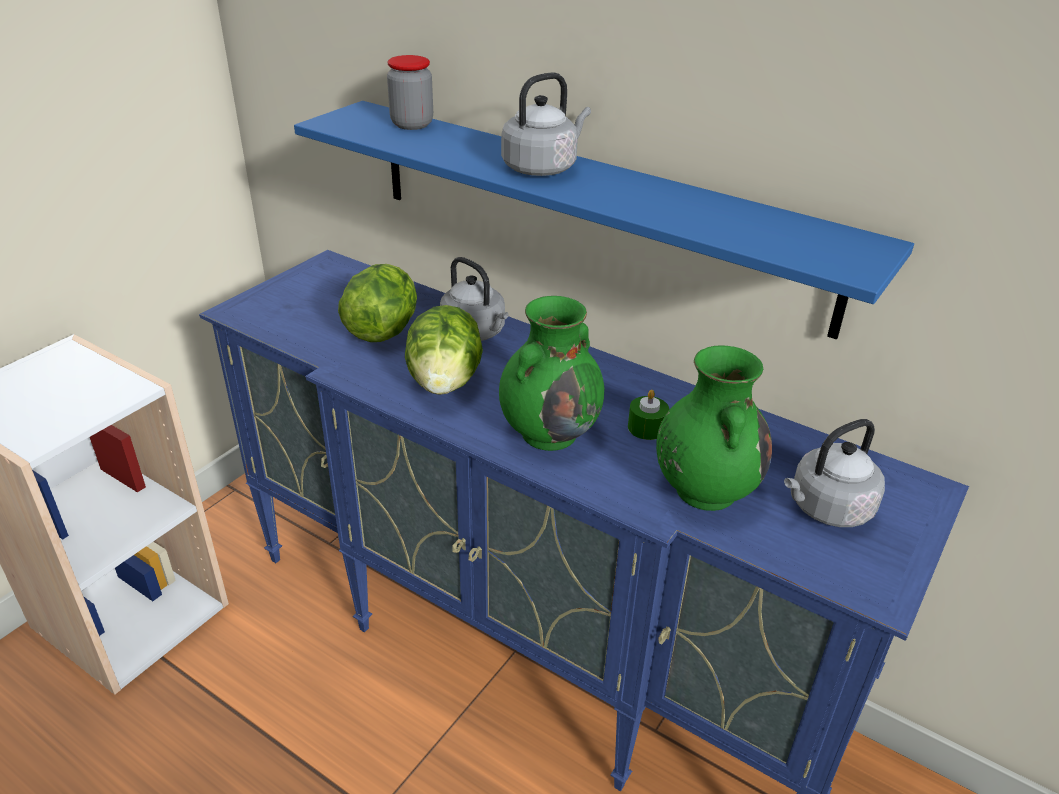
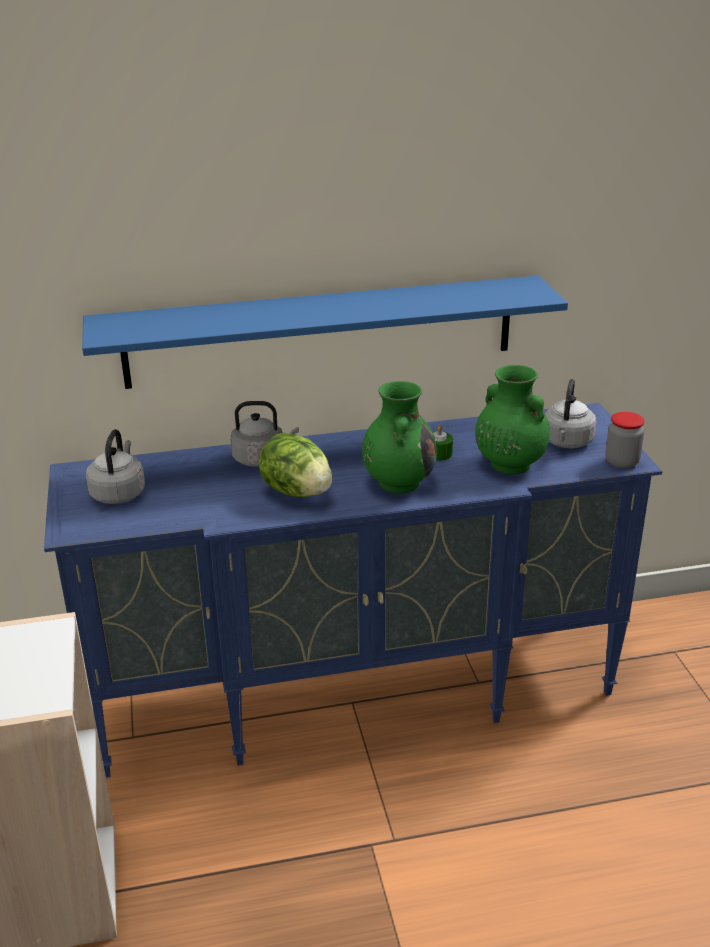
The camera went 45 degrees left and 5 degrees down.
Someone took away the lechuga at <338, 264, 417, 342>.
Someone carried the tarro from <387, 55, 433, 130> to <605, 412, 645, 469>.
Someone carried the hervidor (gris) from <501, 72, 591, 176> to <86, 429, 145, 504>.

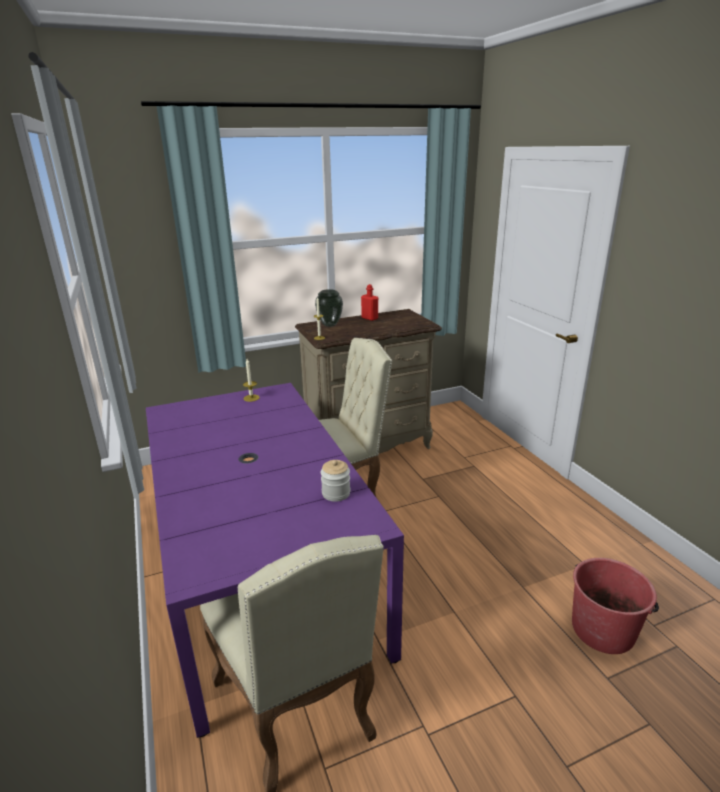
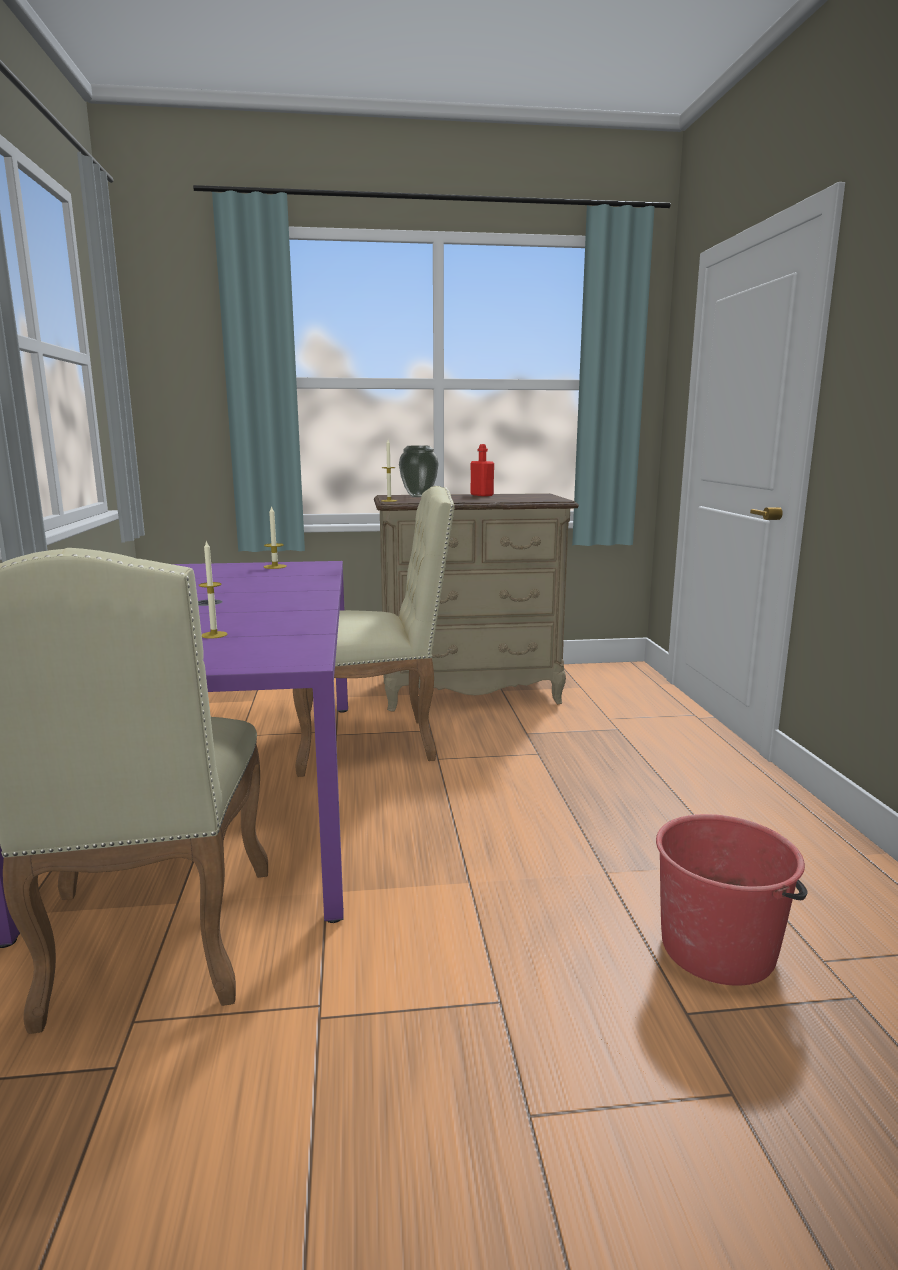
The camera went 15 degrees right and 10 degrees down.
Someone took away the tarro at <321, 460, 351, 502>.
Someone put down the vela at <199, 540, 228, 639>.

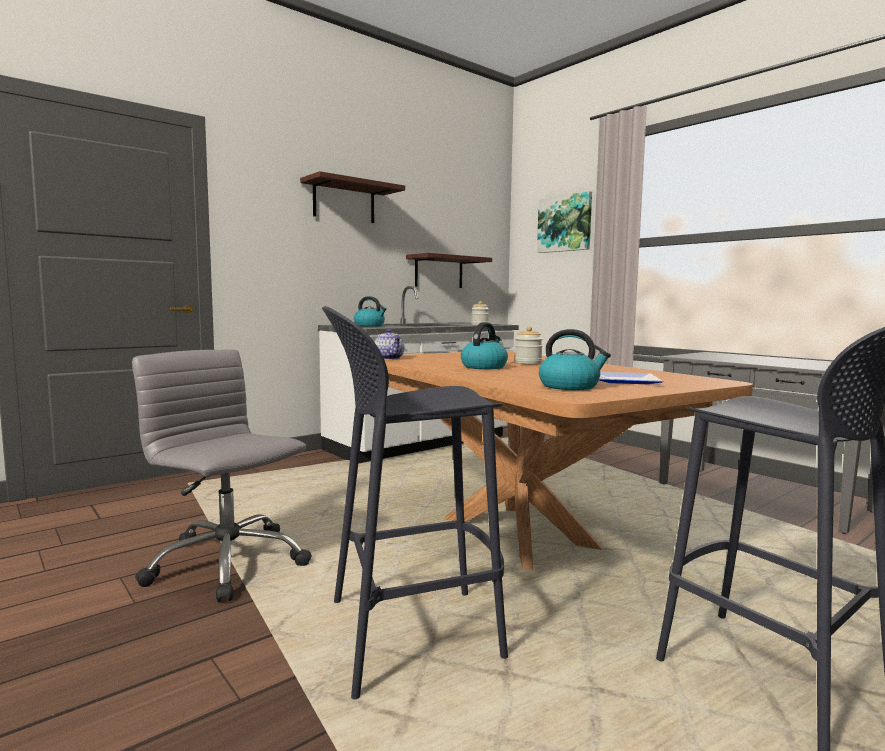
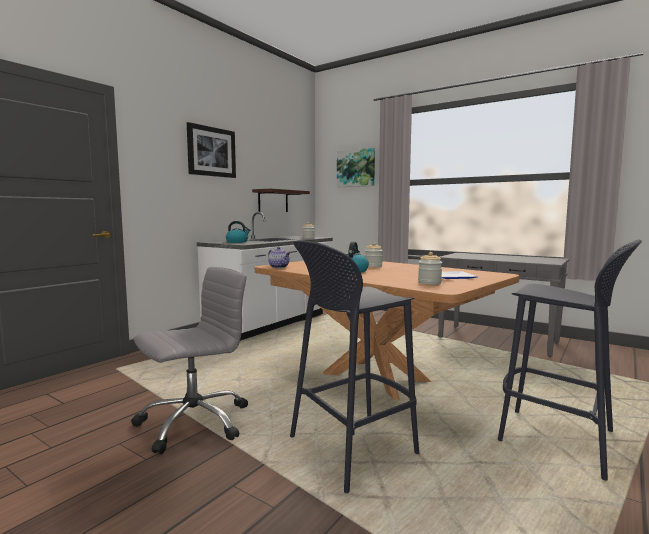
The camera went 15 degrees left and 0 degrees up.
Someone swapped the estante at <300, 171, 405, 223> for the cuadro at <187, 122, 236, 178>.
Someone swapped the hervidor at <539, 329, 611, 390> for the tarro at <418, 252, 442, 285>.
Someone rotated the silla de oficina (gris) at <132, 349, 312, 602> by 120 degrees clockwise.

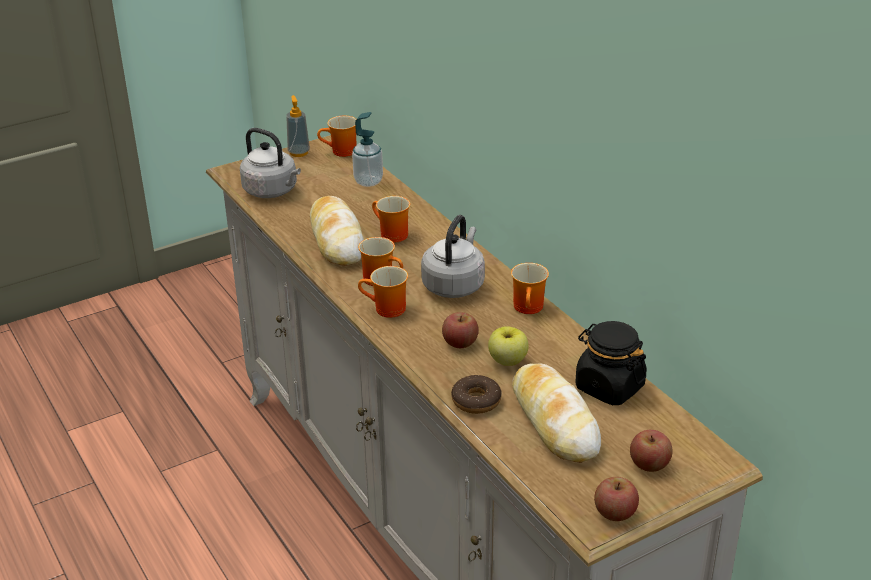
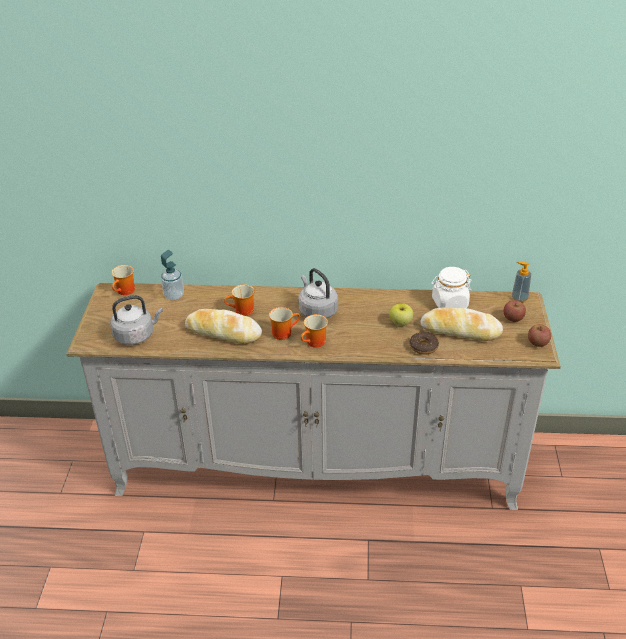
The camera went 55 degrees left and 5 degrees up.
Someone took away the manzana at <442, 312, 479, 348>.
Someone took away the taza grande at <511, 263, 549, 314>.
Someone carried the dispensador de jabón from <286, 95, 310, 157> to <512, 261, 531, 303>.
Someone repainted the tarro (negro) at <575, 321, 647, 405>, which became the tarro (blanco) at <431, 267, 471, 308>.

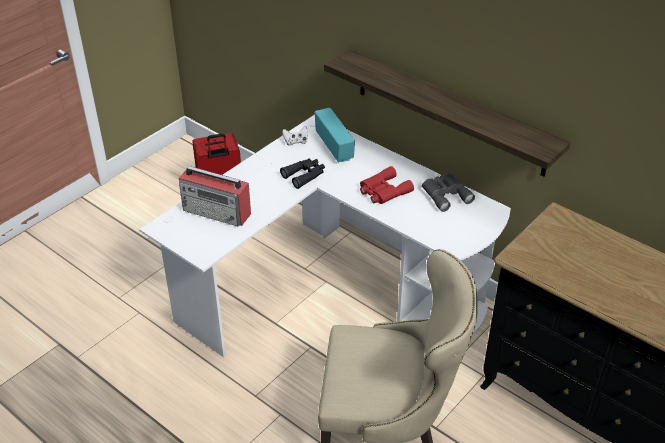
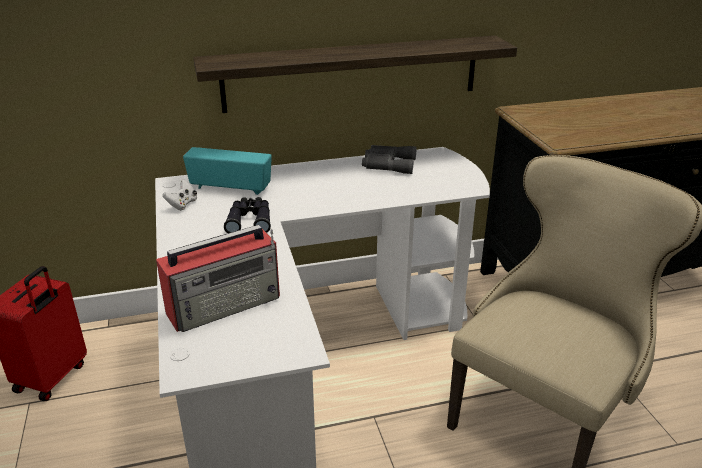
The camera went 55 degrees left and 10 degrees down.
Someone took away the prismáticos (rojo) at <360, 166, 414, 204>.

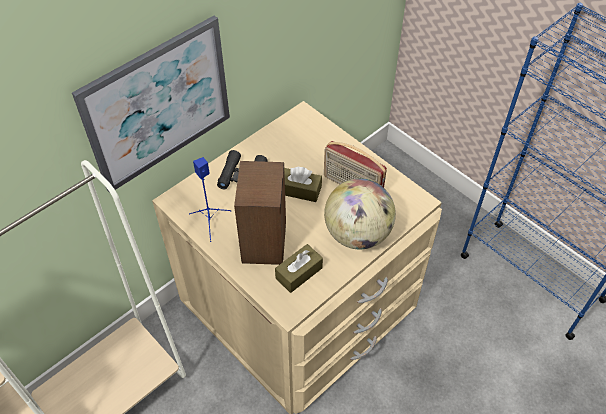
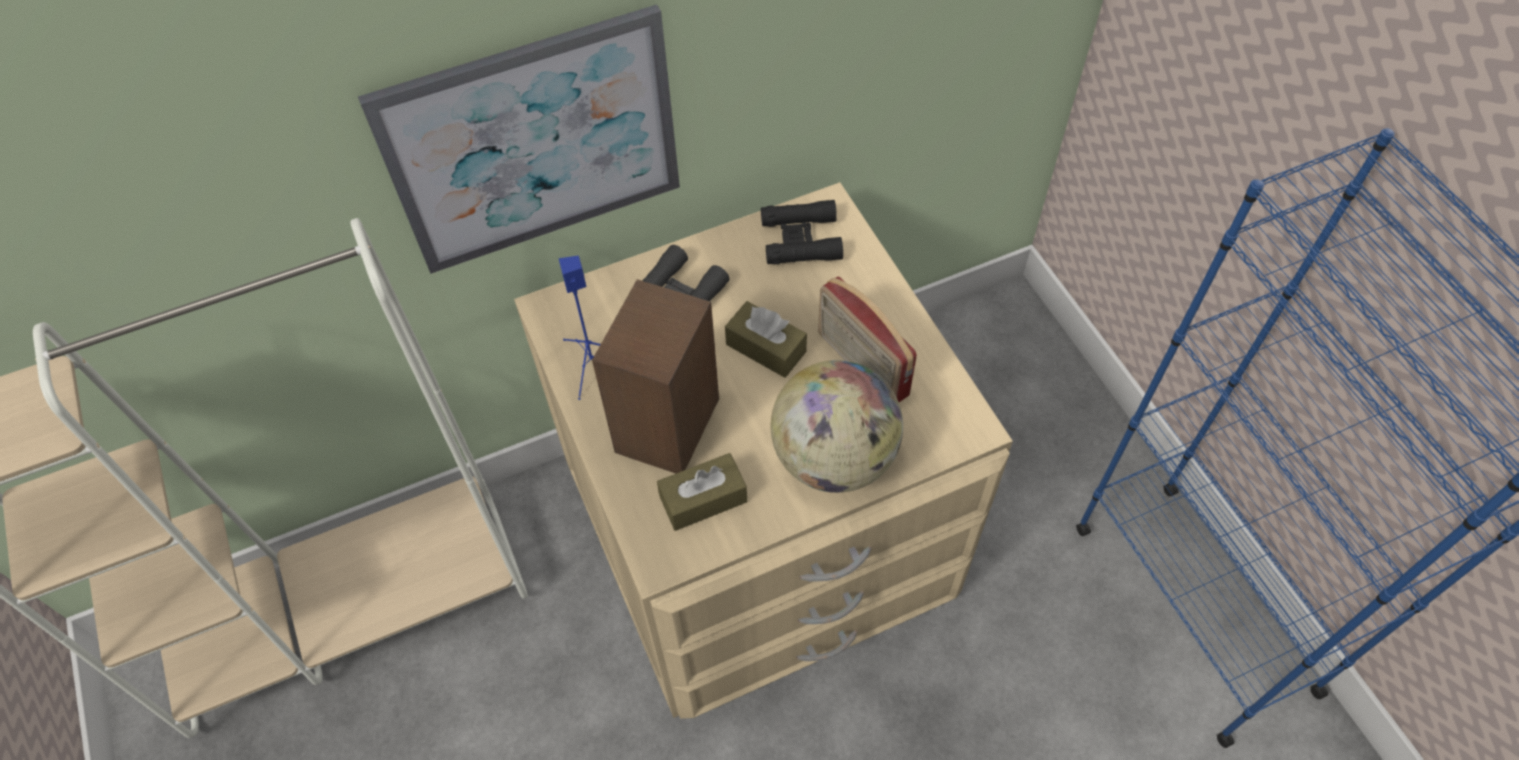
The camera went 20 degrees right and 5 degrees up.
Someone put down the prismáticos (negro) at <761, 200, 843, 264>.

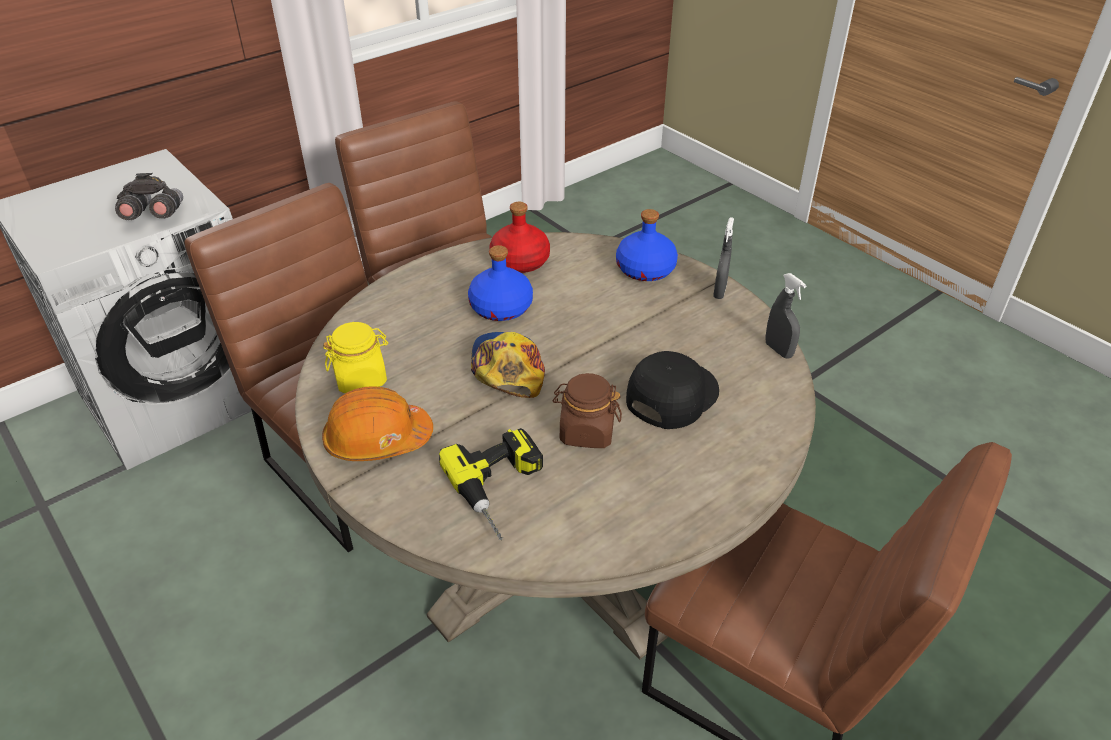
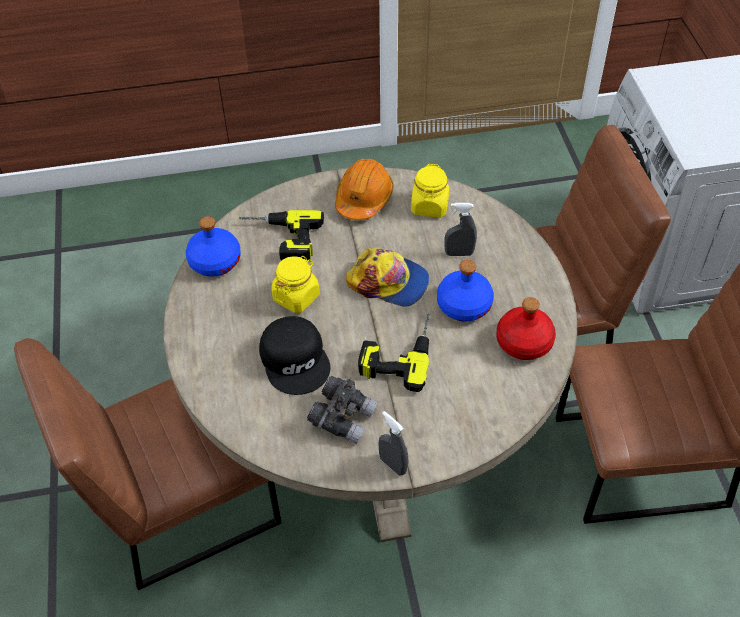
The camera went 120 degrees right and 10 degrees up.
Someone put down the taladro at <358, 314, 430, 392>.
Someone carried the prismáticos (gris) from <115, 173, 183, 220> to <307, 376, 378, 444>.
Someone carried the botella (azul) from <616, 209, 678, 281> to <186, 216, 241, 277>.
Someone carried the pulverizador (gris) from <765, 273, 807, 358> to <445, 203, 477, 256>.
Someone repainted the tarro (marrón) at <552, 373, 622, 448>, which became the tarro (amarillo) at <272, 256, 319, 313>.

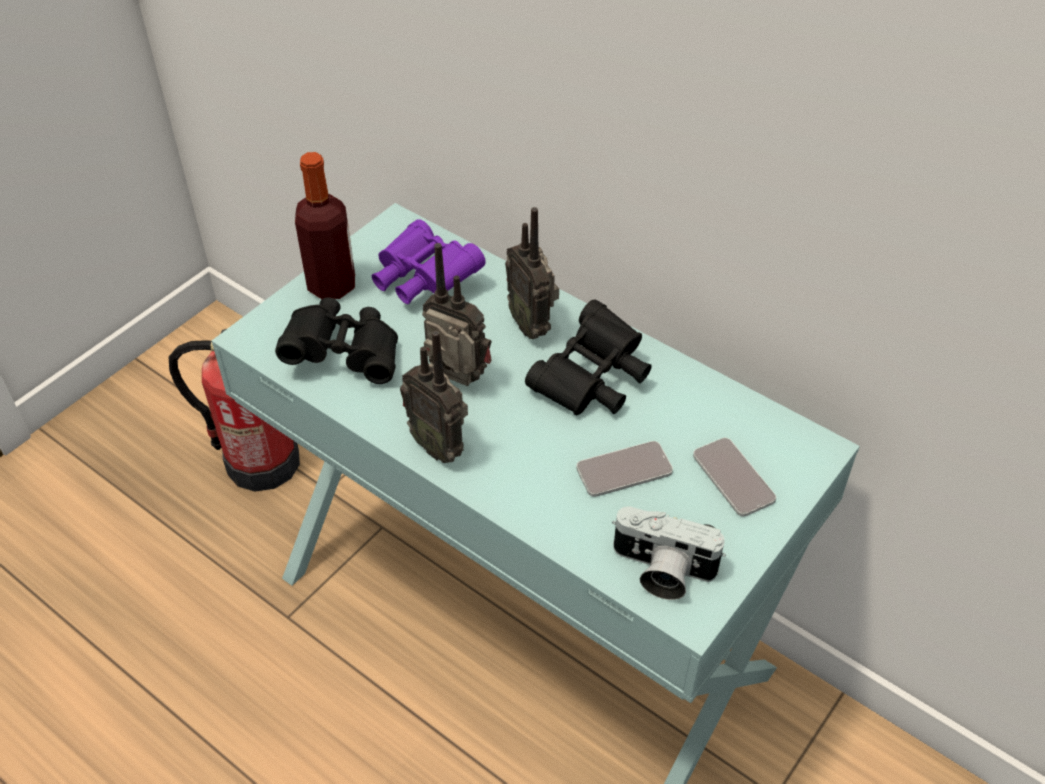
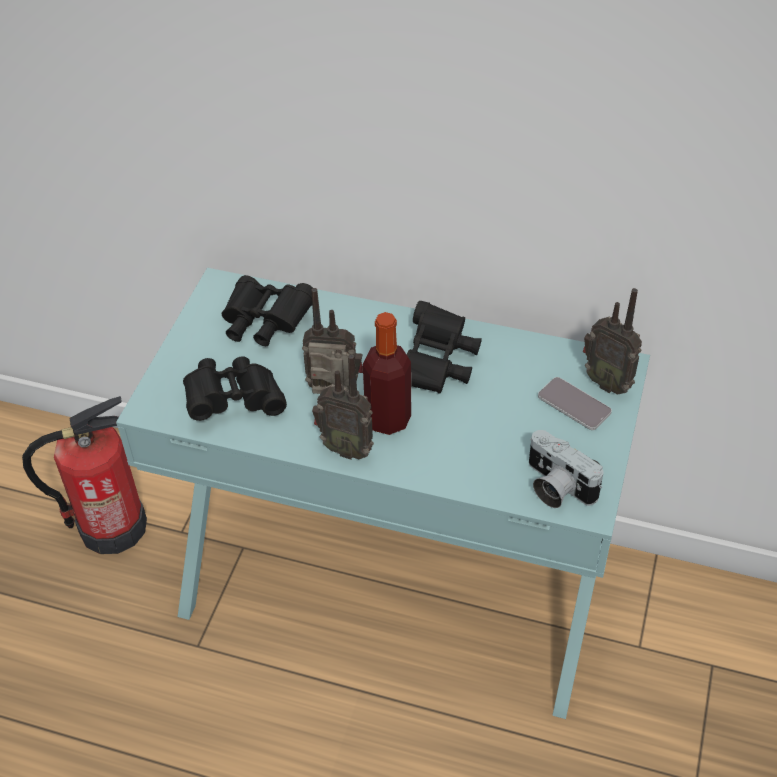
The camera went 20 degrees left and 0 degrees up.
Someone took away the móvil at <576, 441, 673, 497>.
Someone carried the botella from <295, 152, 355, 299> to <363, 312, 411, 435>.
Someone carried the radio from <505, 207, 559, 339> to <583, 288, 642, 394>.
Someone repainted the prismáticos (morado) at <372, 219, 486, 304>, which became the prismáticos (negro) at <222, 275, 313, 346>.
Someone rotated the cámara at <612, 506, 726, 600> by 45 degrees clockwise.

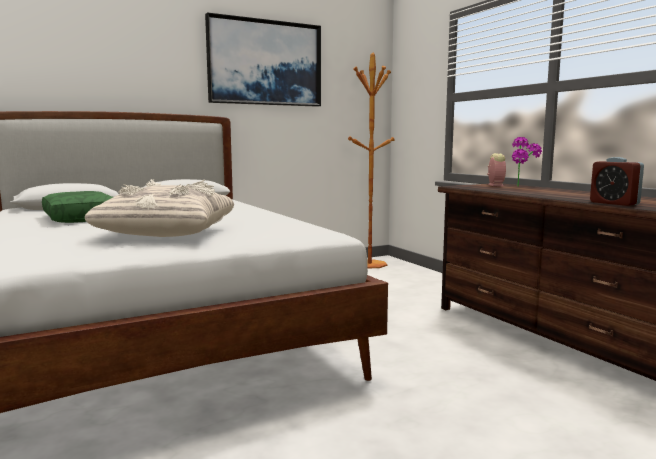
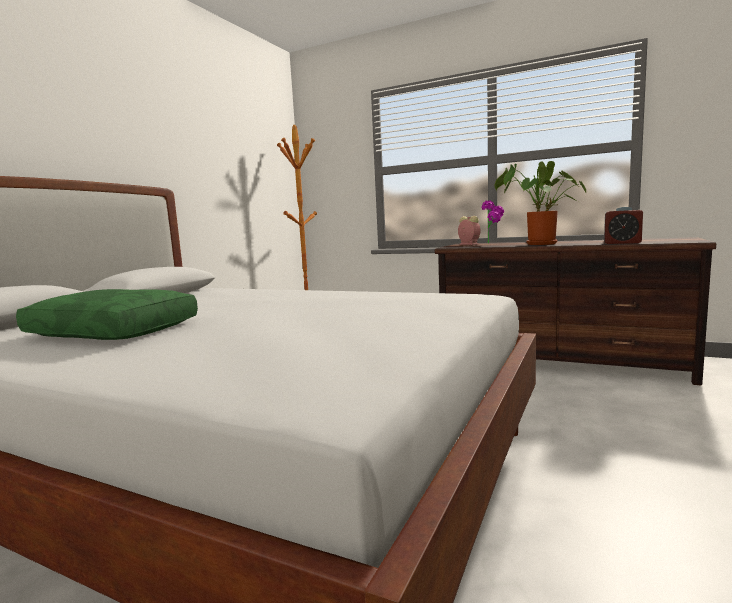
The camera went 35 degrees left and 0 degrees up.
Someone took away the cojín (beis) at <85, 179, 234, 237>.
Someone took away the cuadro at <205, 12, 321, 107>.
Someone put down the planta en maceta at <495, 161, 586, 245>.

